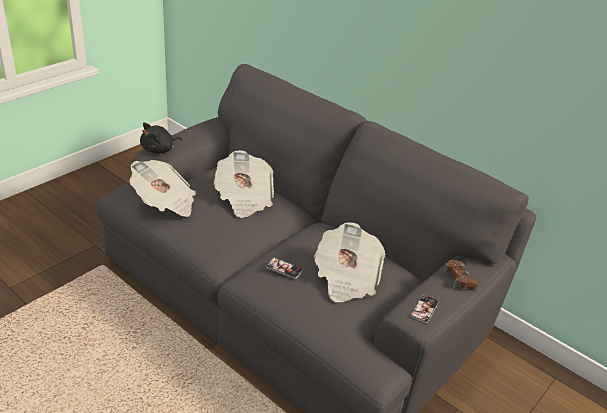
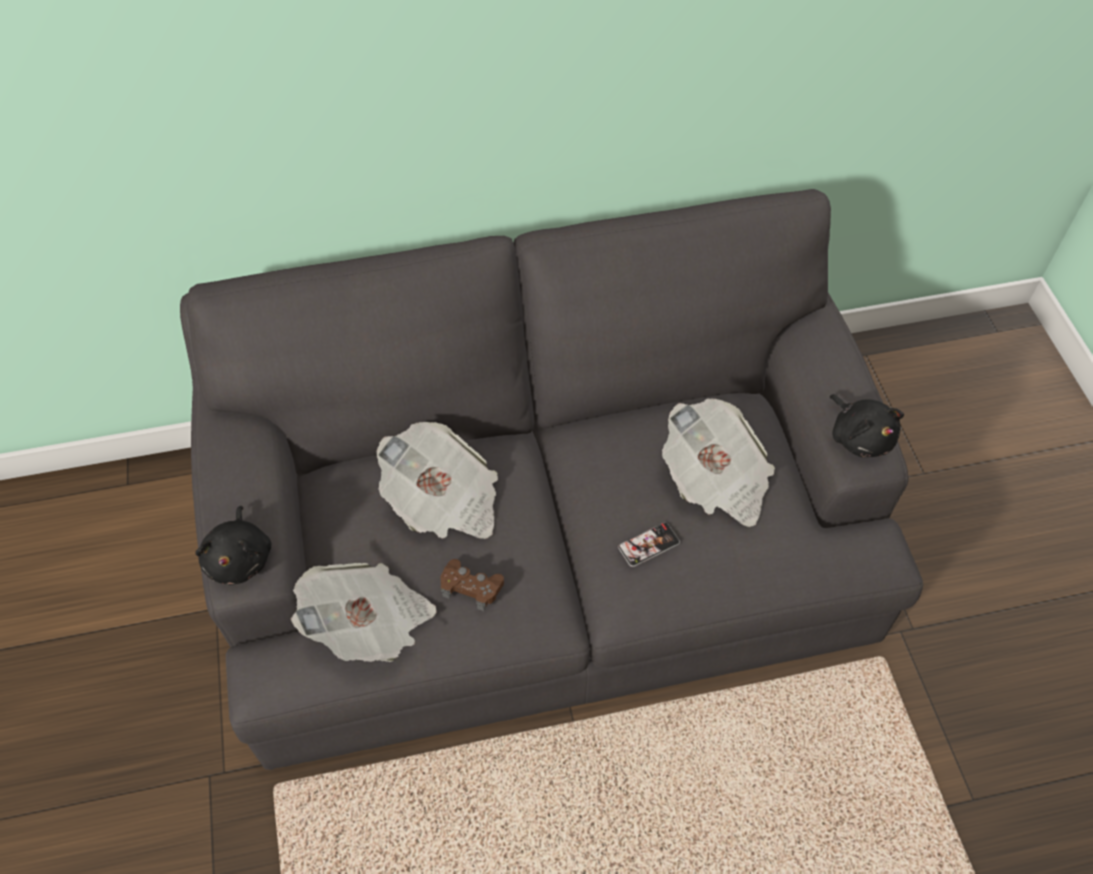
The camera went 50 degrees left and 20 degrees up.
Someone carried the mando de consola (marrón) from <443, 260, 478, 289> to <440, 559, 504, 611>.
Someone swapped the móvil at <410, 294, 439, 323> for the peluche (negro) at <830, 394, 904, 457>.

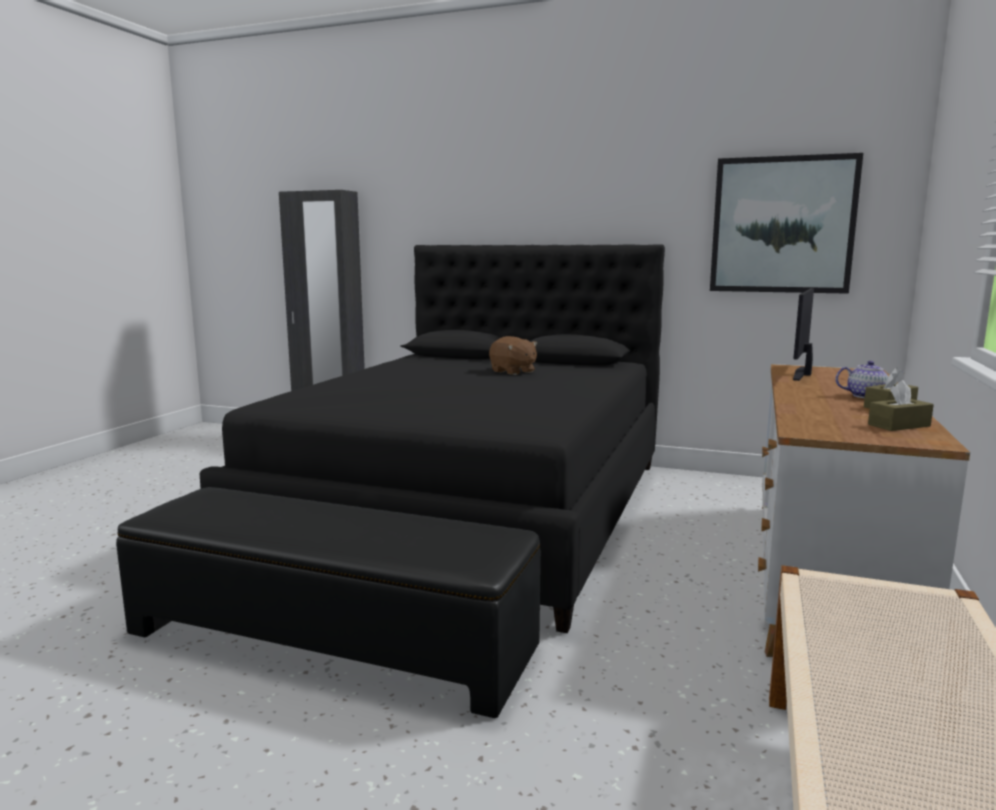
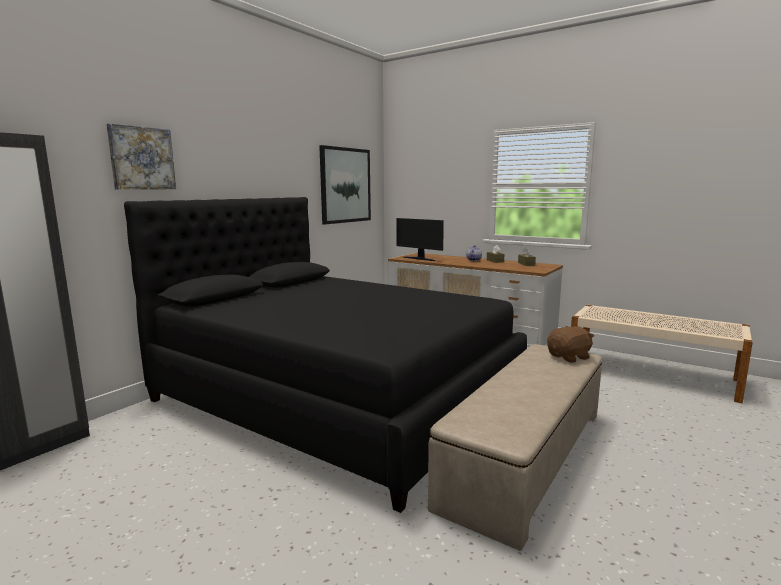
The camera went 75 degrees left and 0 degrees up.
Someone put up the cuadro at <107, 123, 176, 190>.
Someone carried the peluche (marrón) from <489, 336, 538, 375> to <547, 326, 594, 363>.
Someone repainted the banco (negro) at <116, 487, 541, 718>, which became the banco (beis) at <428, 344, 602, 551>.

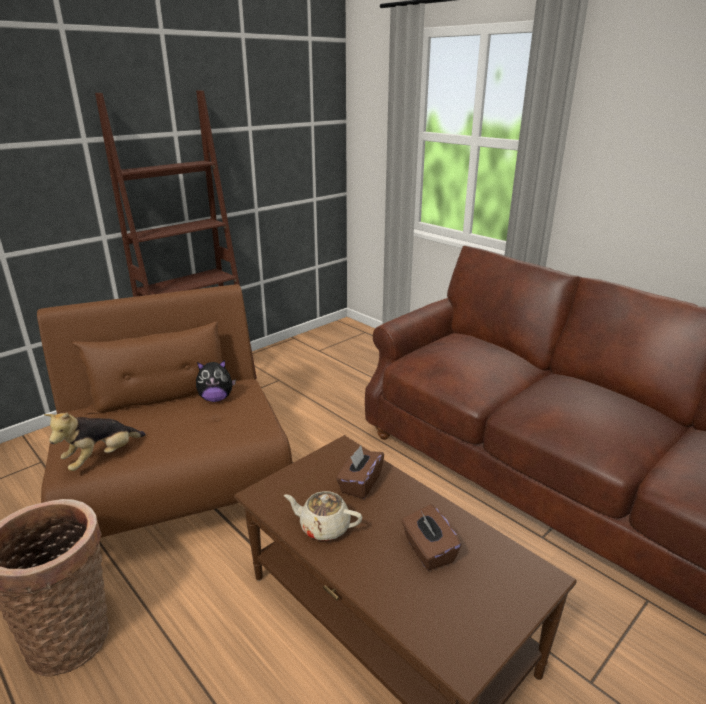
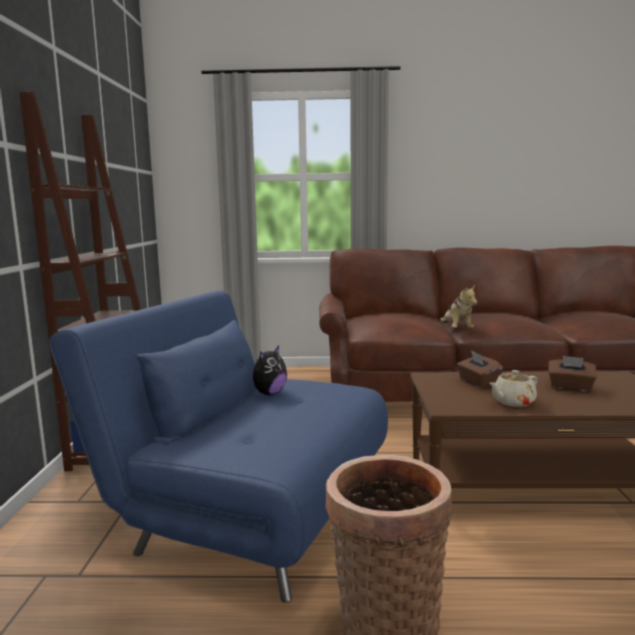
The camera went 45 degrees left and 15 degrees down.
Someone carried the peluche from <44, 413, 146, 471> to <440, 285, 477, 328>.
Someone repainted the sillón (marrón) at <37, 284, 292, 538>, which became the sillón (azul) at <49, 291, 388, 602>.

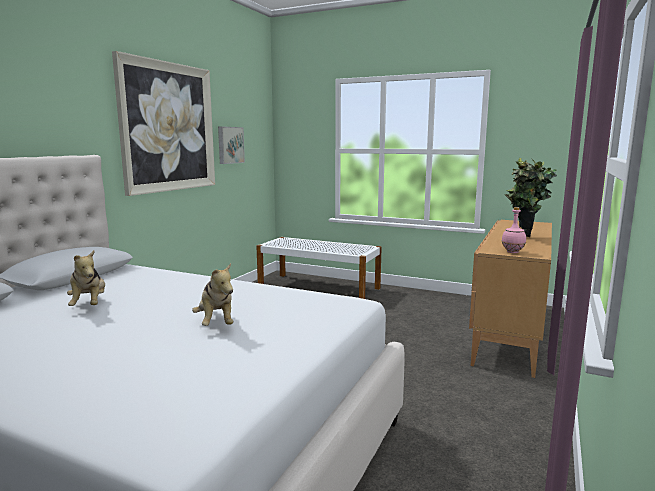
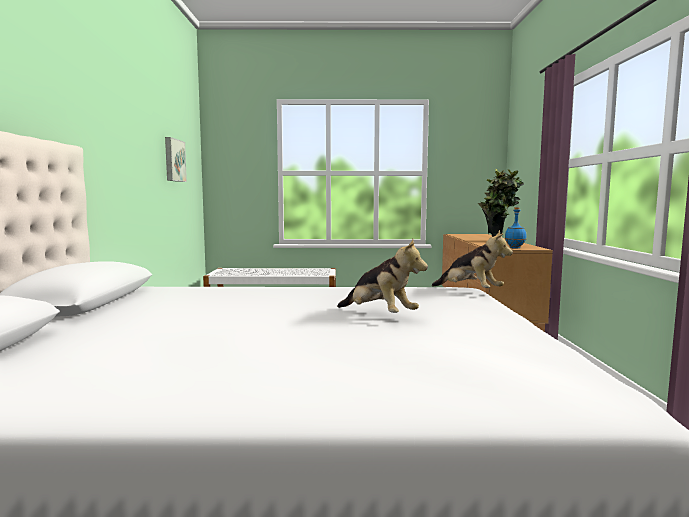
The camera went 25 degrees left and 5 degrees down.
Someone took away the cuadro at <112, 51, 215, 196>.
Someone carried the peluche from <67, 250, 105, 306> to <432, 230, 513, 288>.
Someone repainted the botella (rosa) at <502, 207, 526, 253>, which became the botella (azul) at <505, 207, 527, 249>.

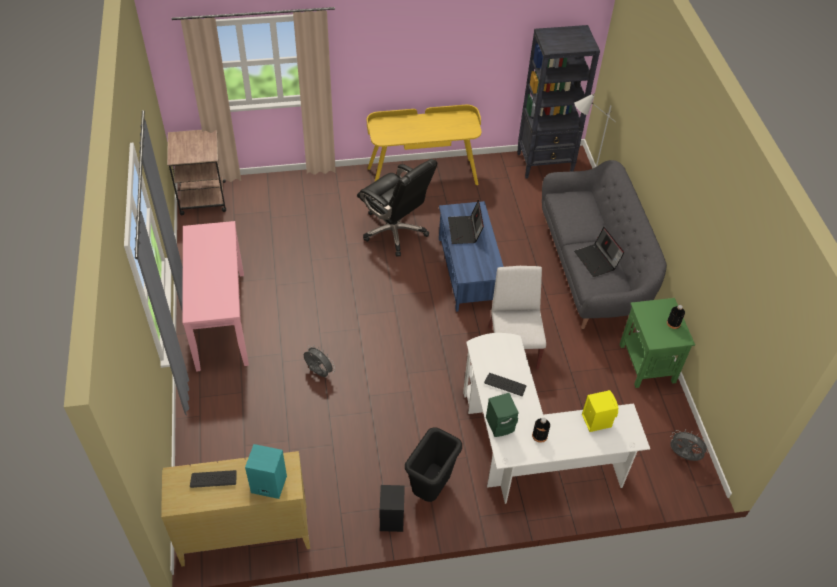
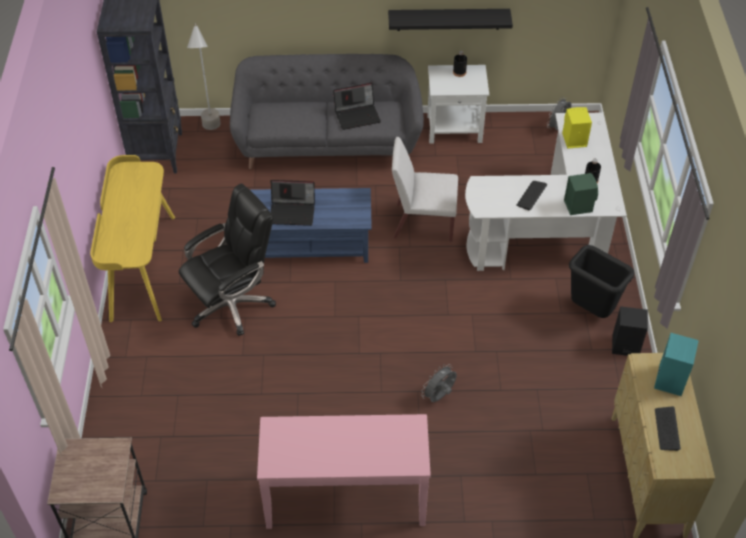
The camera went 80 degrees left and 0 degrees up.
Someone put up the estante (negro) at <388, 9, 513, 31>.
Someone repainted the mesa auxiliar (verde) at <619, 298, 695, 388>, which became the mesa auxiliar (blanco) at <427, 65, 489, 144>.

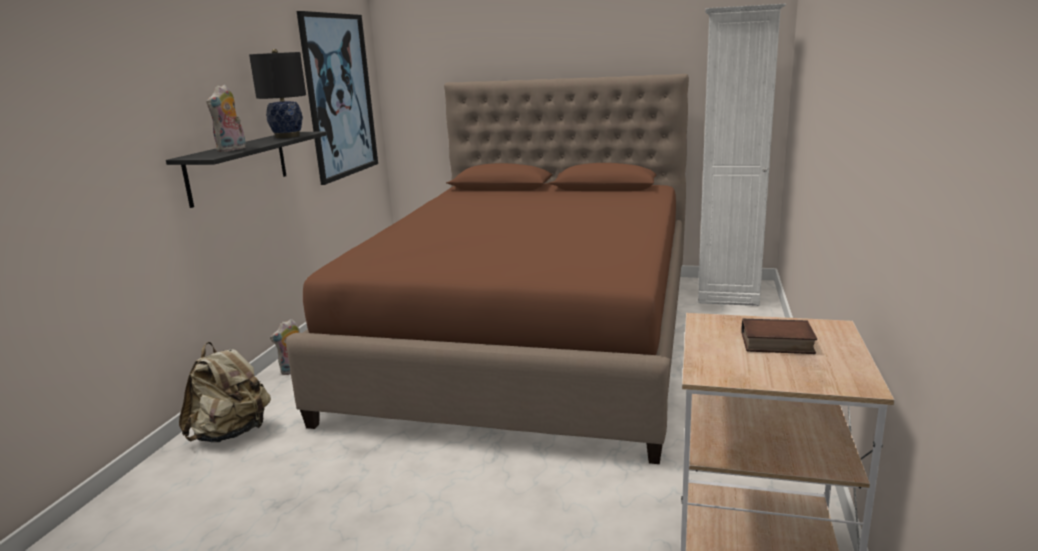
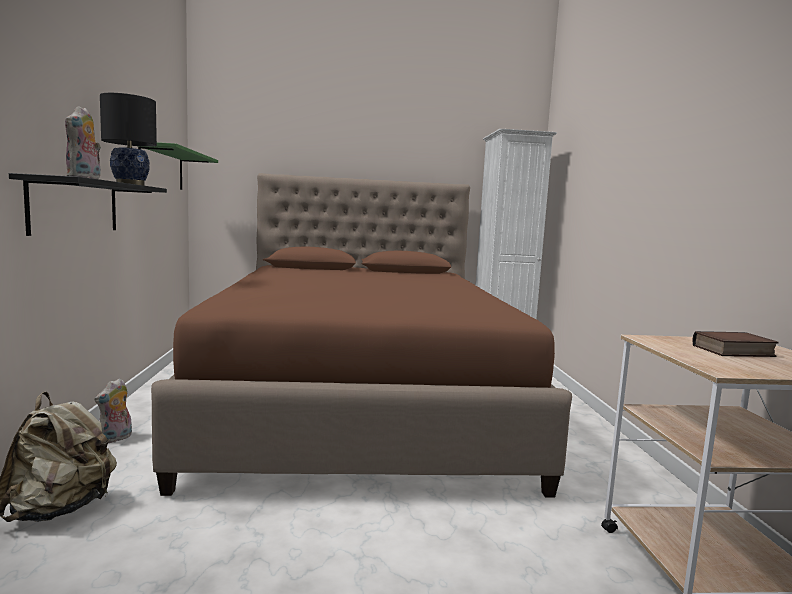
The camera went 20 degrees left and 10 degrees down.
Someone swapped the cuadro at <297, 11, 378, 185> for the estante (verde) at <138, 142, 218, 190>.

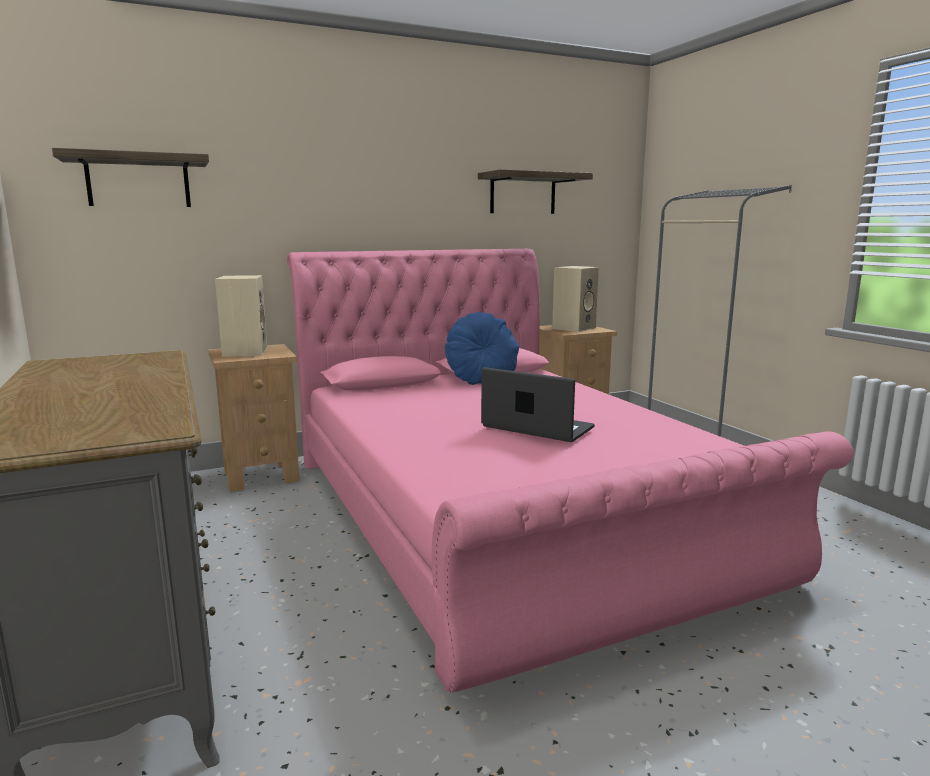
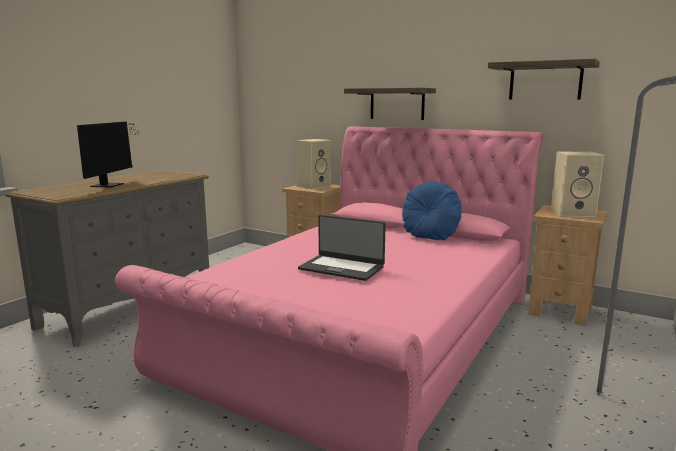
The camera went 55 degrees right and 0 degrees up.
Someone put down the monitor at <77, 121, 141, 188>.
Someone carried the estante from <52, 148, 209, 207> to <344, 88, 436, 120>.
Someone rotated the portátil at <481, 367, 595, 442> by 120 degrees clockwise.

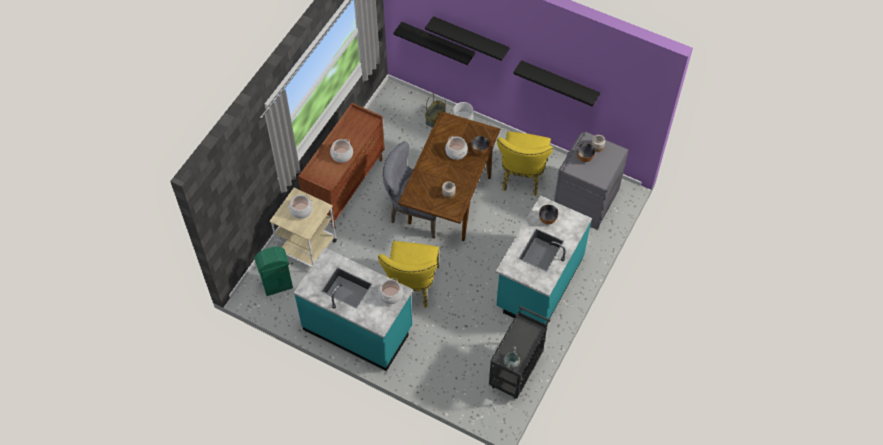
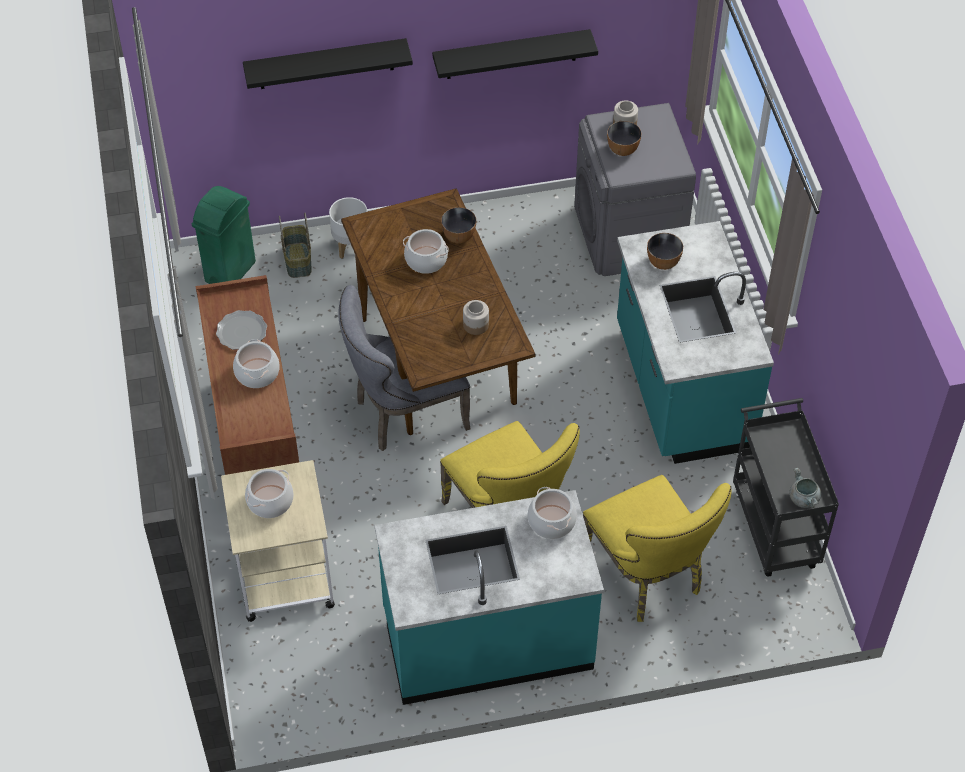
The camera went 40 degrees left and 5 degrees down.
Someone took away the estante (negro) at <393, 22, 475, 65>.
Someone put down the plato at <216, 310, 267, 350>.
Someone carried the papelera (verde) from <254, 246, 293, 296> to <192, 186, 256, 284>.
Someone carried the silla (amarillo) from <497, 131, 553, 196> to <583, 475, 732, 622>.

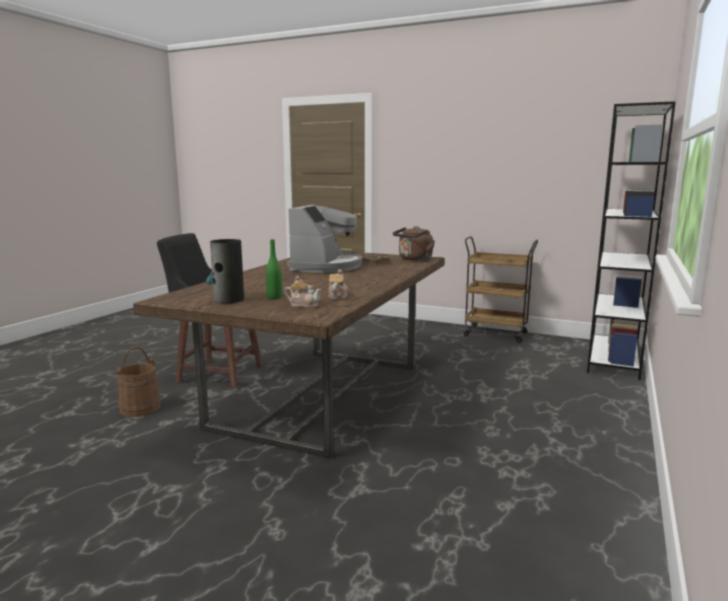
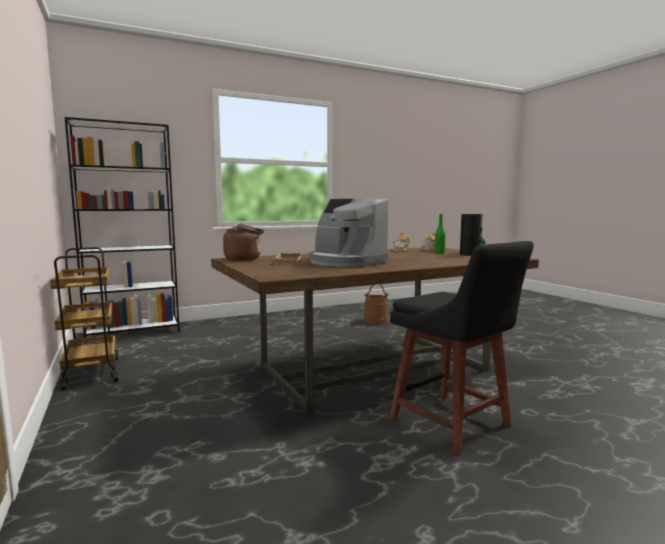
The camera went 140 degrees left and 5 degrees down.
Someone carried the cubo (marrón) from <115, 347, 161, 417> to <364, 284, 389, 325>.
Someone rotated the cafetera at <287, 205, 362, 273> by 105 degrees counterclockwise.

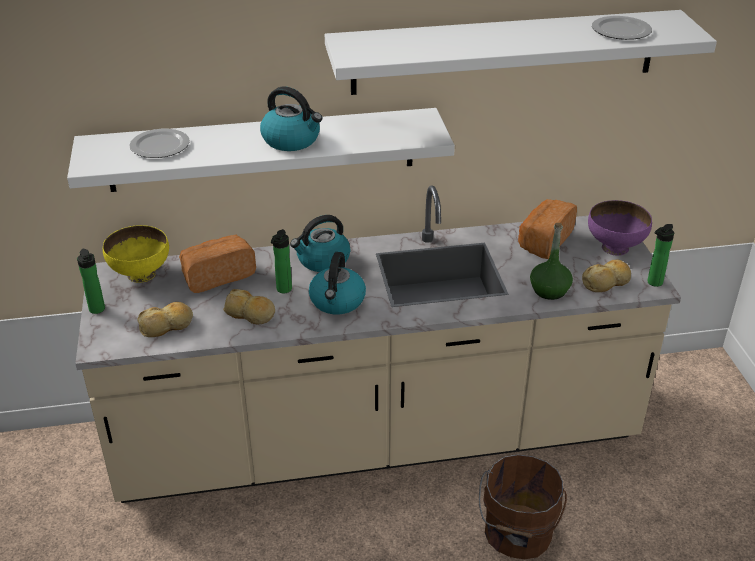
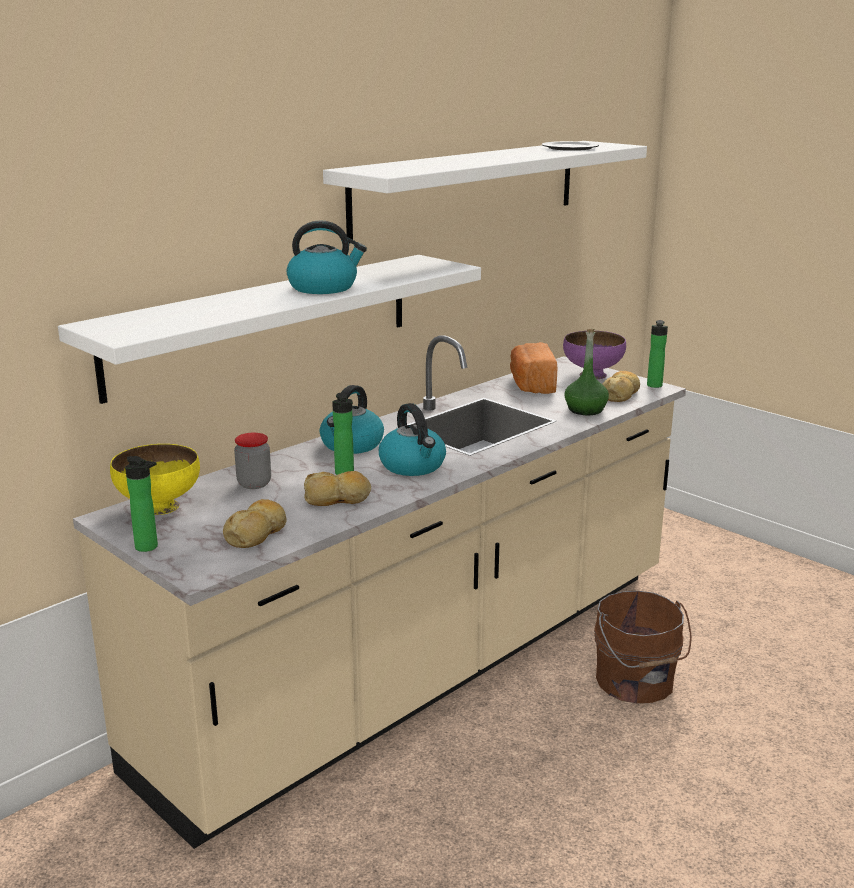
The camera went 35 degrees left and 15 degrees down.
Someone took away the plato at <129, 129, 190, 158>.
Someone swapped the pan at <179, 235, 256, 293> for the tarro at <234, 433, 271, 489>.

